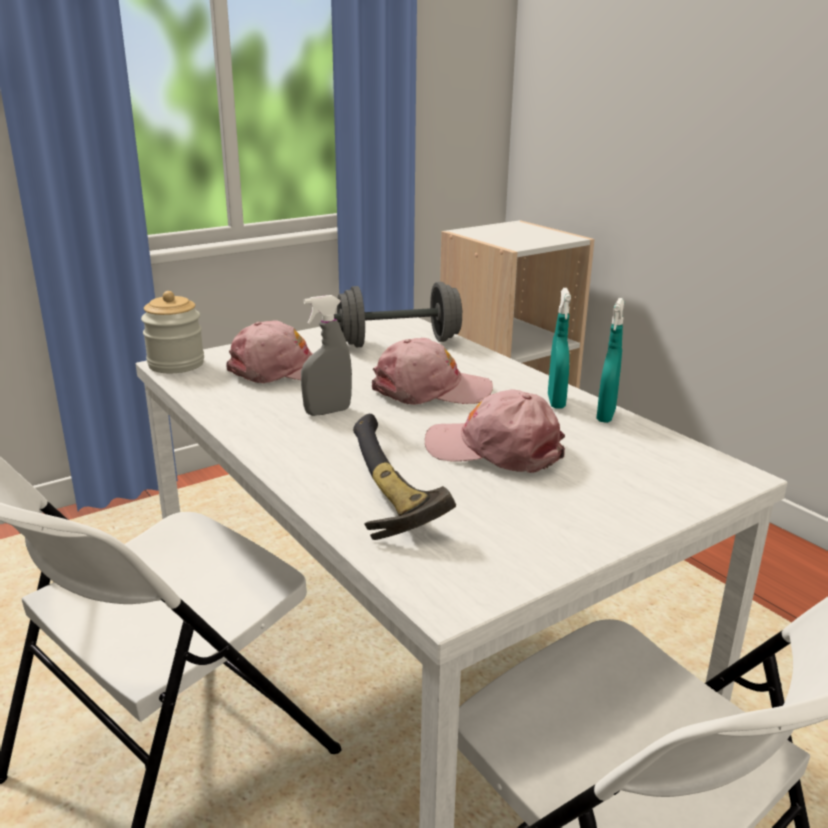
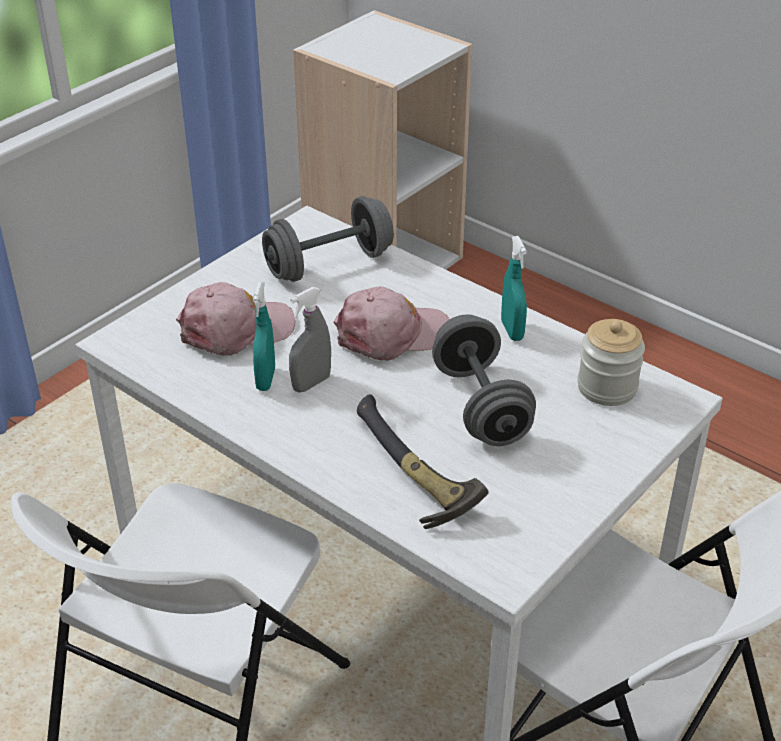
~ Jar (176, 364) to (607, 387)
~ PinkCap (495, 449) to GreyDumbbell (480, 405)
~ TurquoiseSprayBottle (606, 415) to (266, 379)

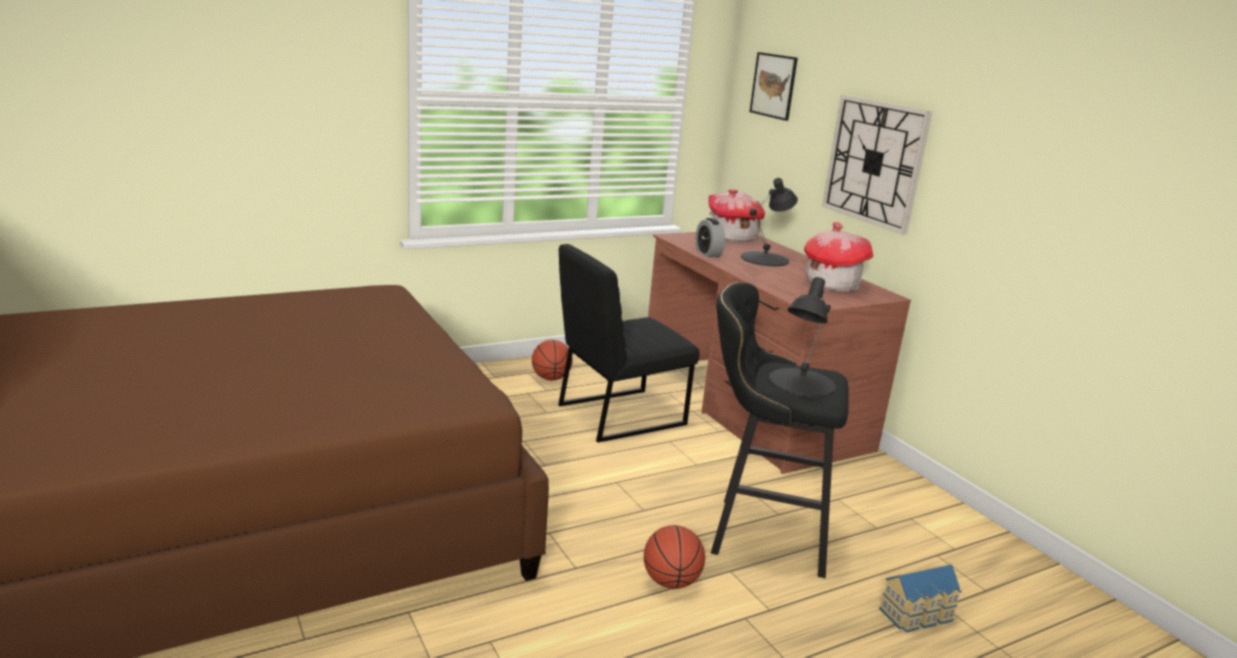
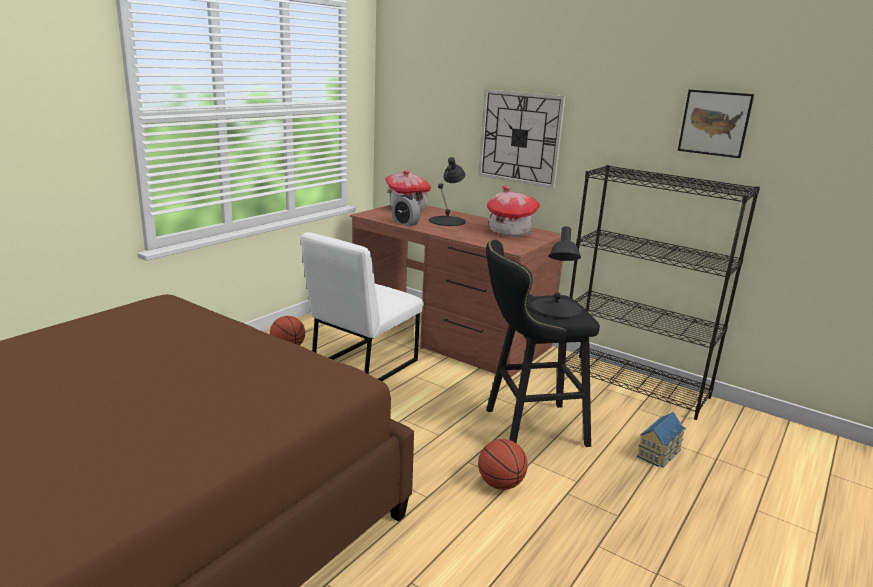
~ BlackChair (617, 415) to WhiteChair (362, 365)
~ Picture (773, 85) to (714, 123)
+ BlackBookcase (634, 385)

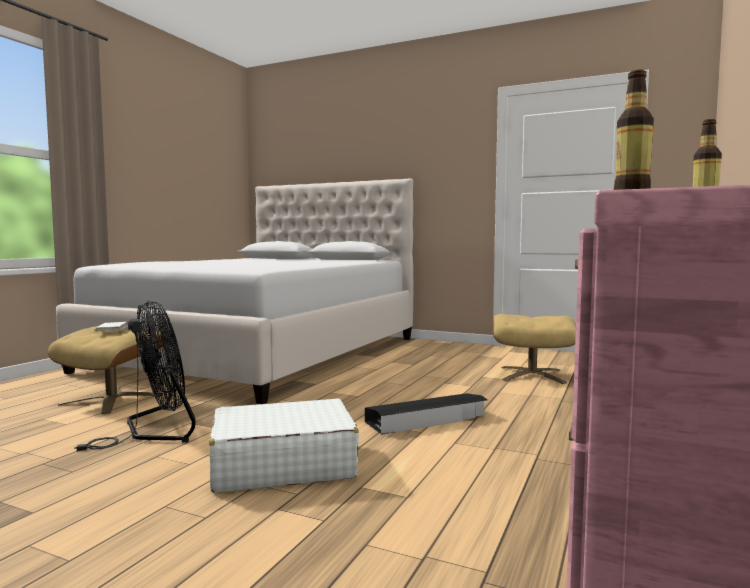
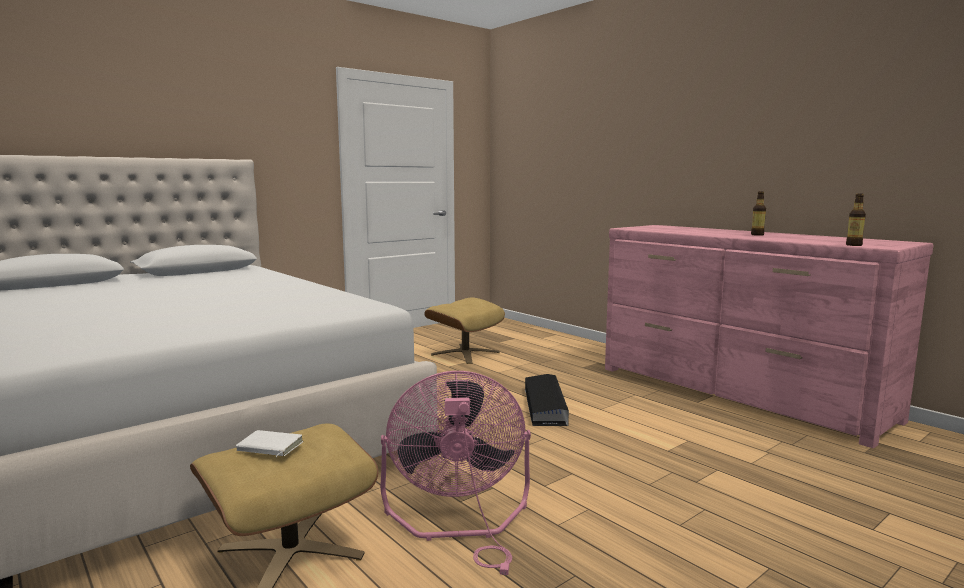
~ BlackFan (150, 429) to PinkFan (463, 525)
- WhiteSuitcase (282, 464)

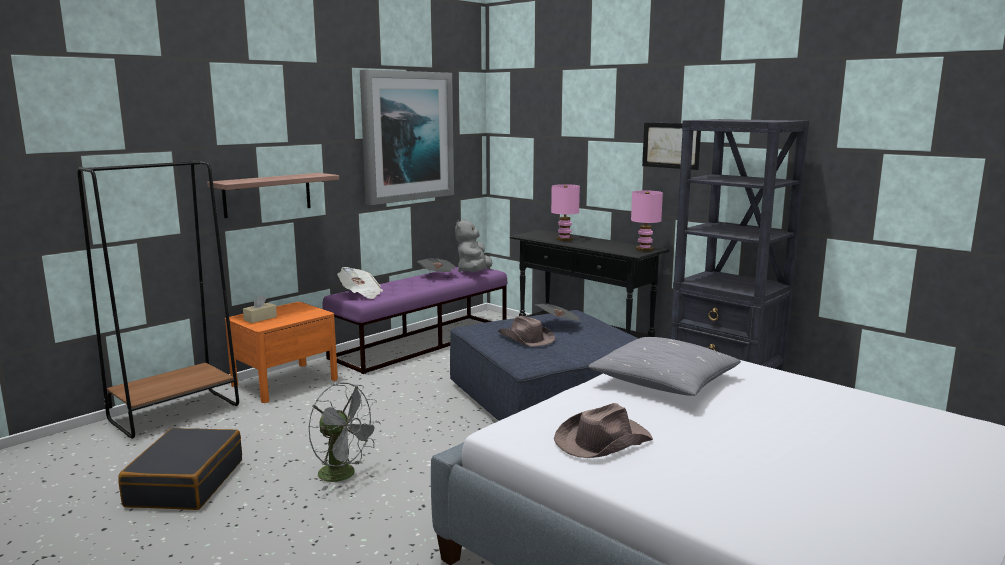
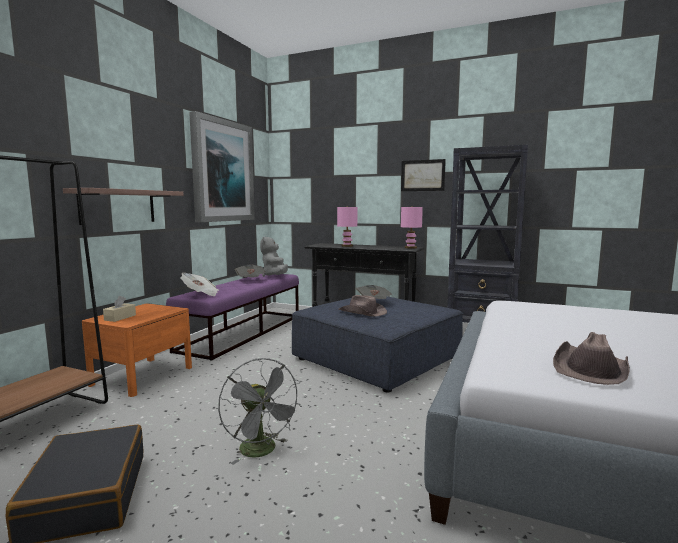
~ GreyFan (344, 475) = (262, 451) 45 degrees clockwise
- GreyPillow (664, 382)

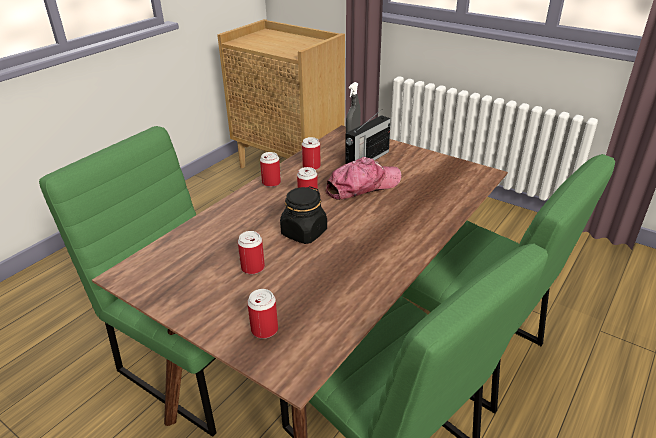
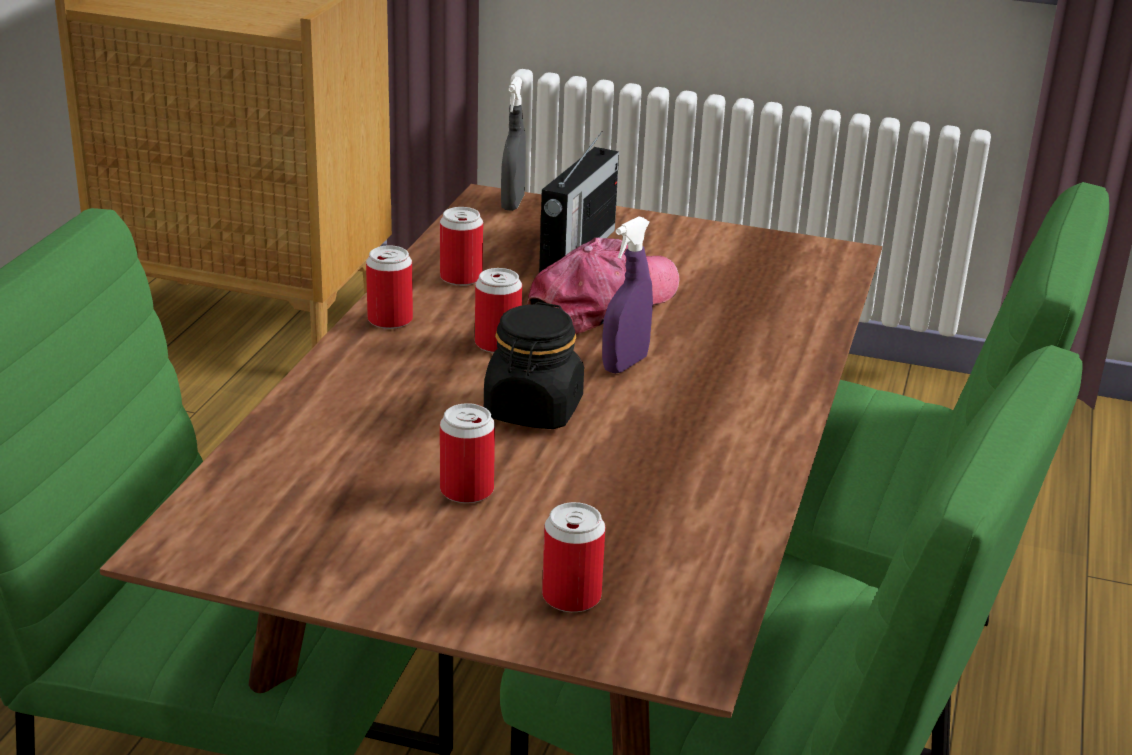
+ PurpleSprayBottle (625, 364)

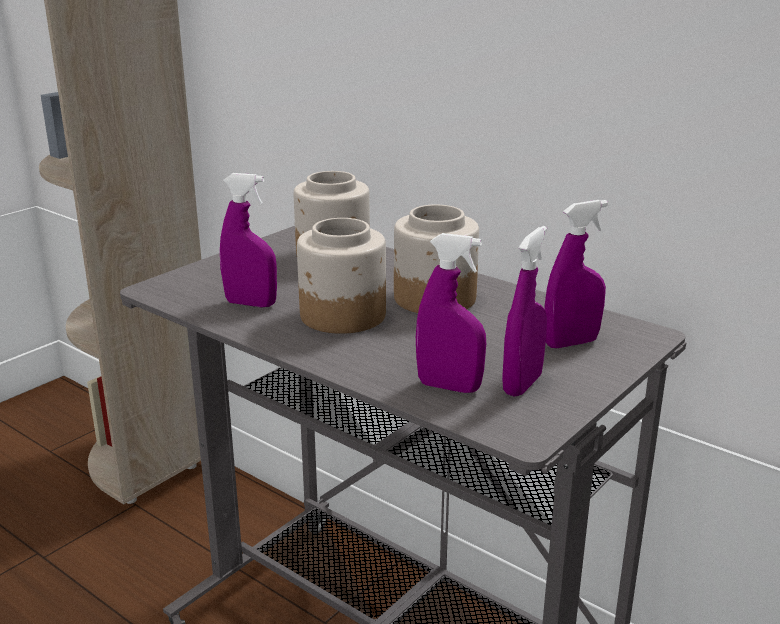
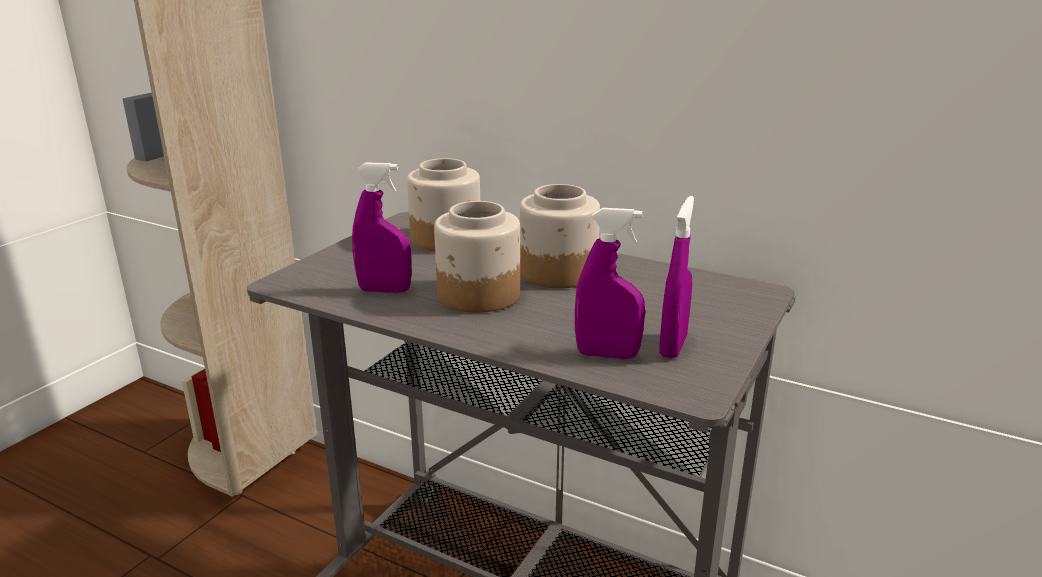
- PurpleSprayBottle (571, 343)

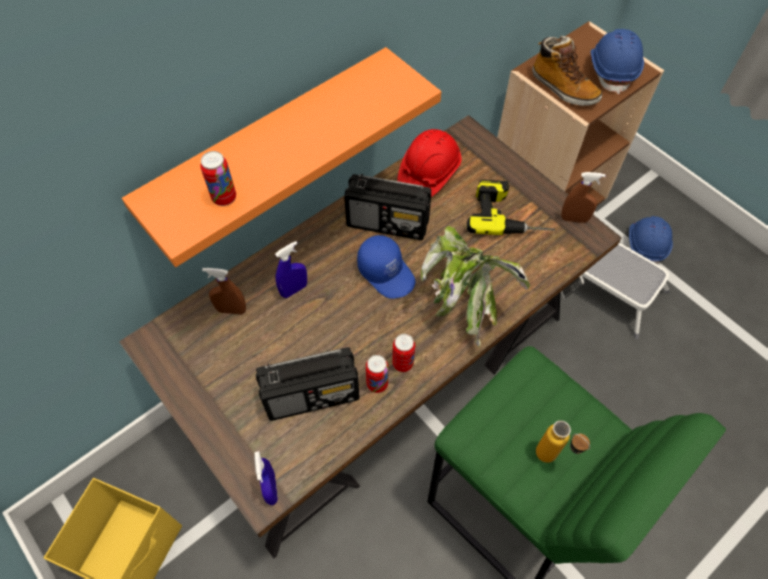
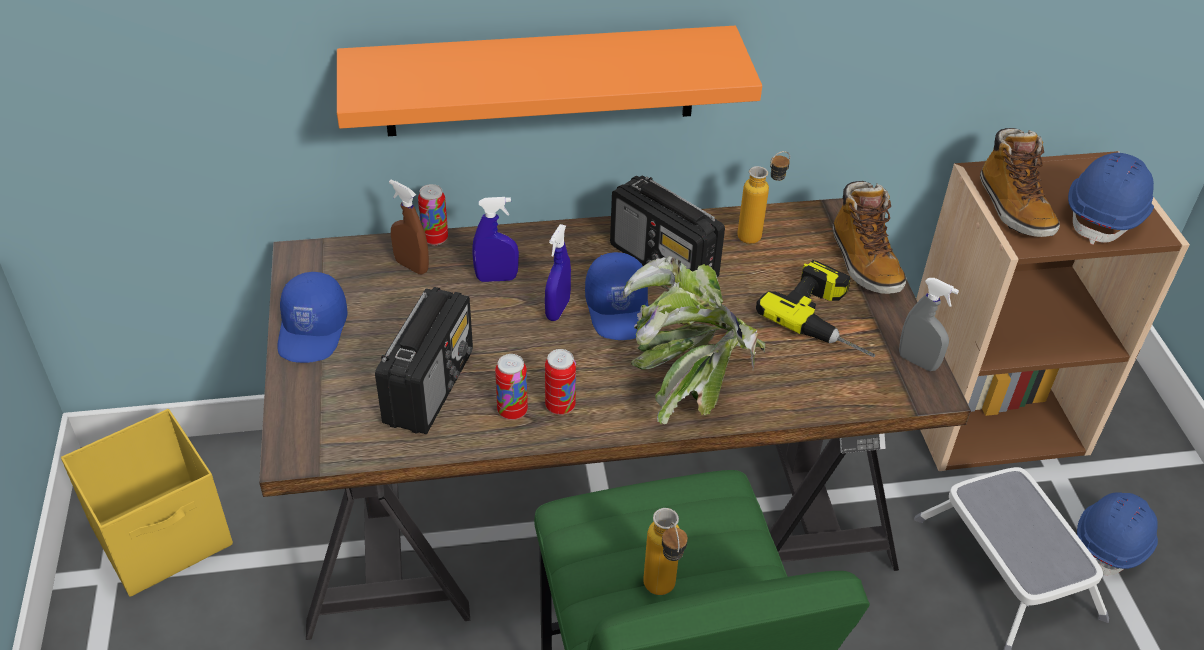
~ Can (224, 198) to (435, 239)
~ BlueSprayBottle (271, 488) to (557, 310)
~ Radio (313, 395) = (430, 386) 90 degrees counterclockwise
~ RedHardHat (428, 173) to Bottle (758, 234)
~ BrownSprayBottle (574, 219) to GreySprayBottle (917, 362)
+ BlueCap (314, 331)
+ Boot (864, 262)

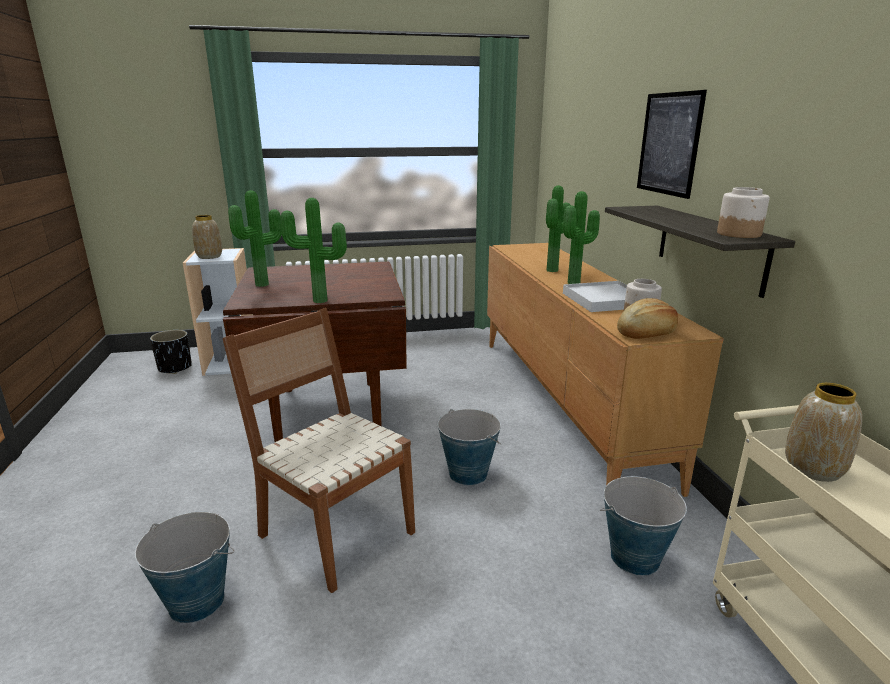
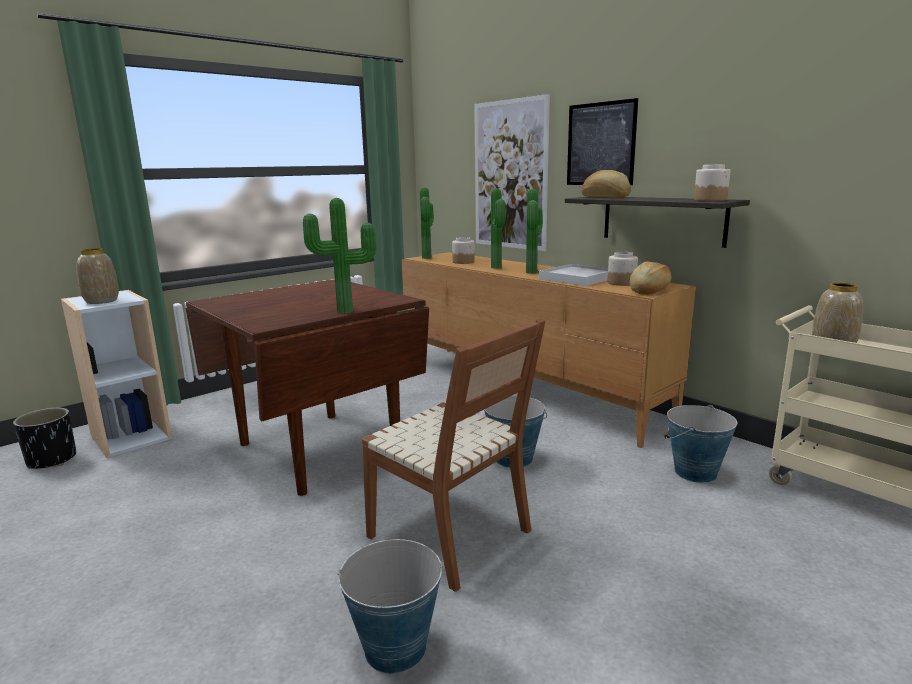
~ Chair (334, 530) = (453, 539) 150 degrees counterclockwise
~ PottedPlant (264, 285) to (428, 257)
+ Jar (463, 262)
+ Picture (510, 175)
+ Bread (605, 197)

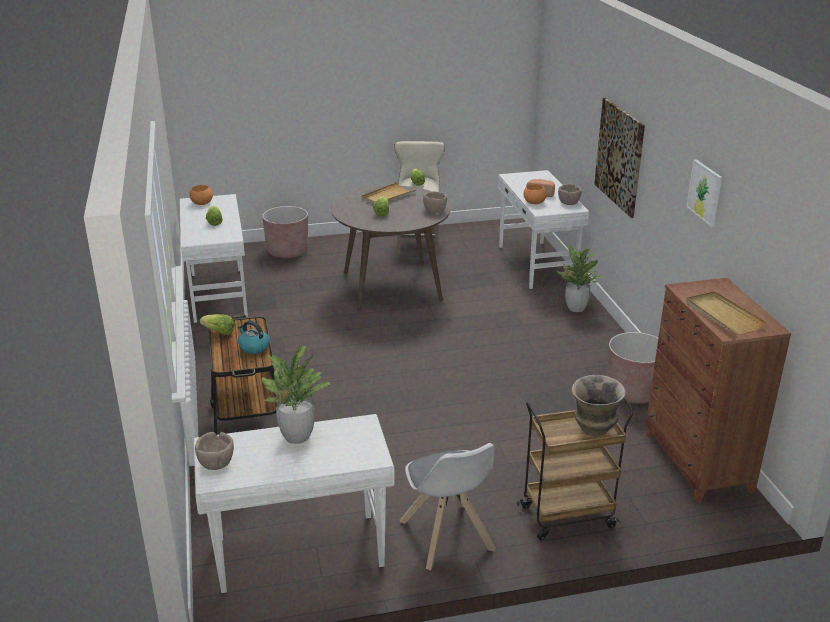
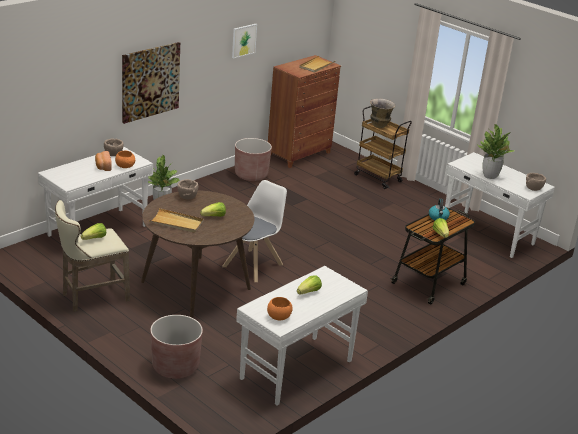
~ Chair (447, 537) to (254, 265)

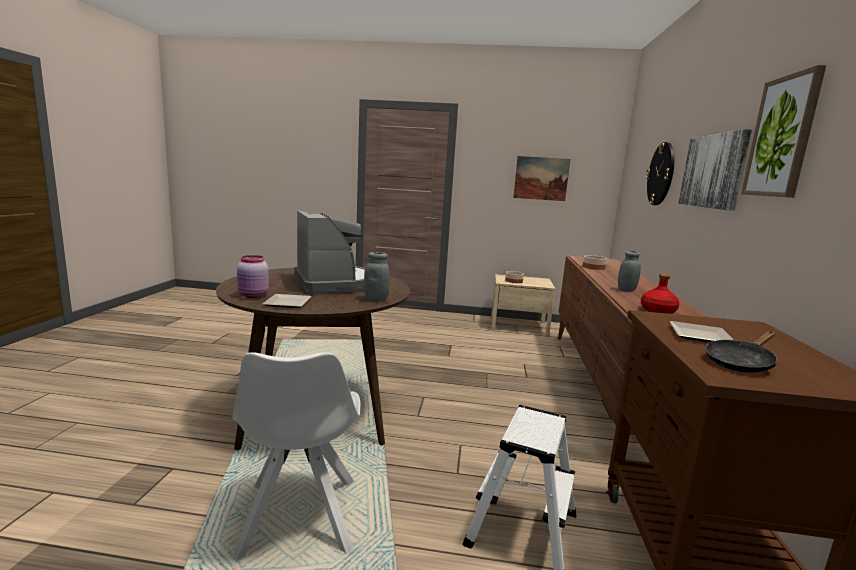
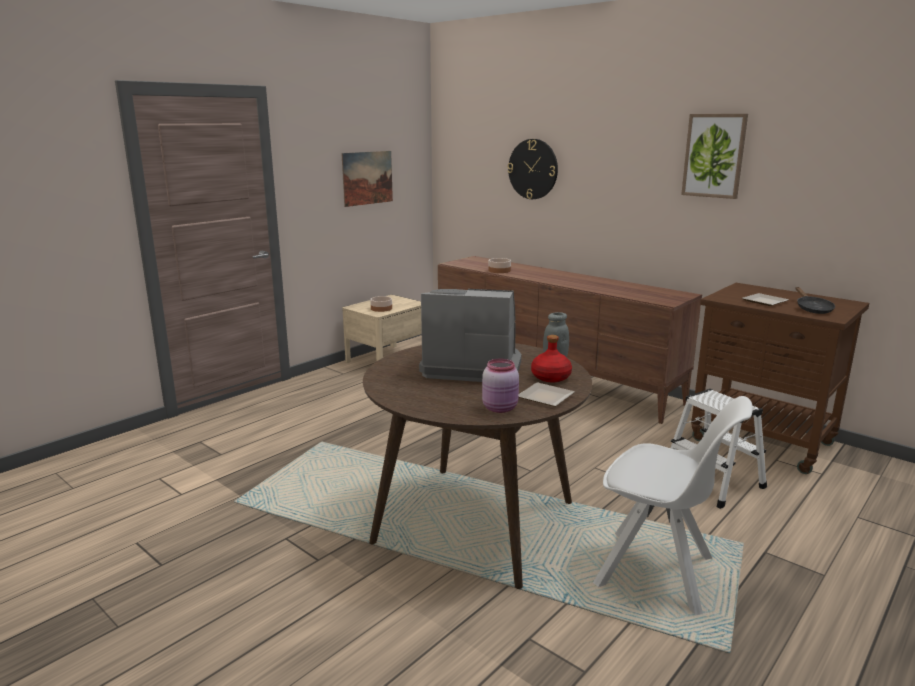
- GreyJar (626, 290)
~ RedBottle (657, 311) to (550, 377)
- Picture (714, 171)

